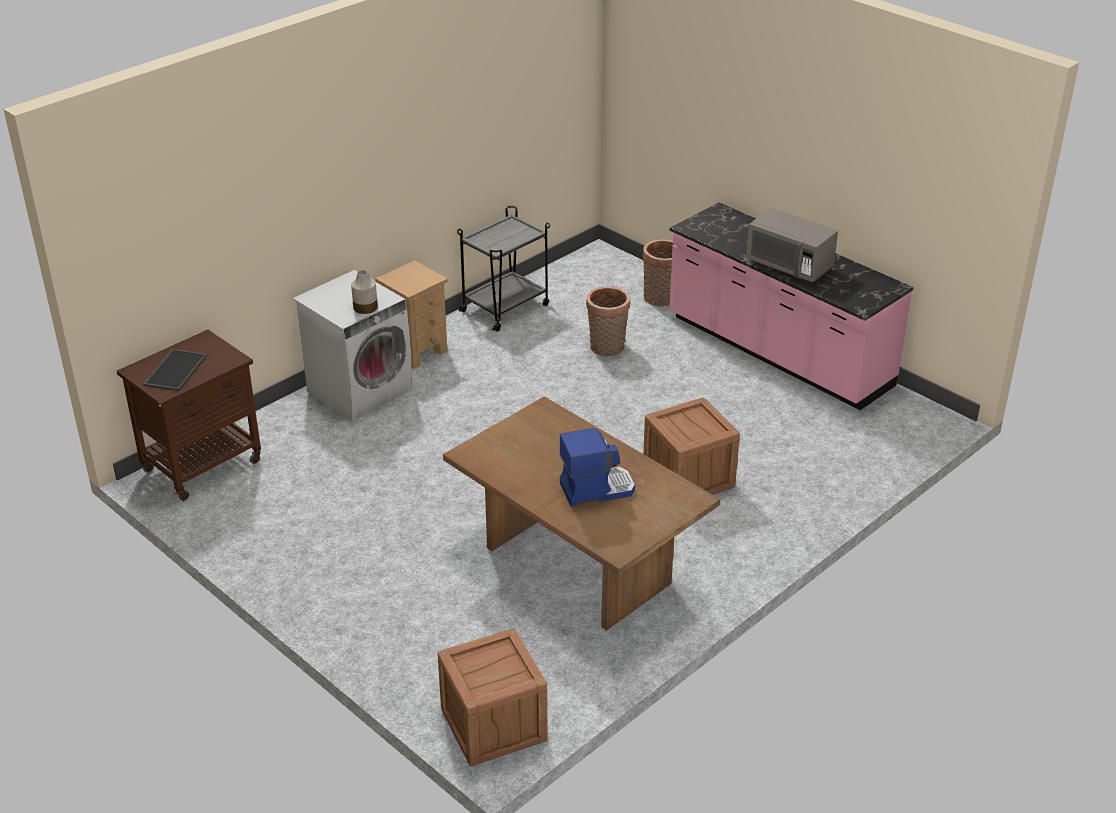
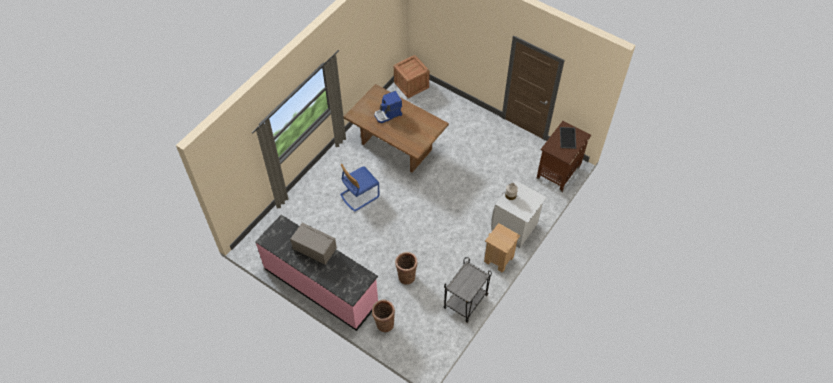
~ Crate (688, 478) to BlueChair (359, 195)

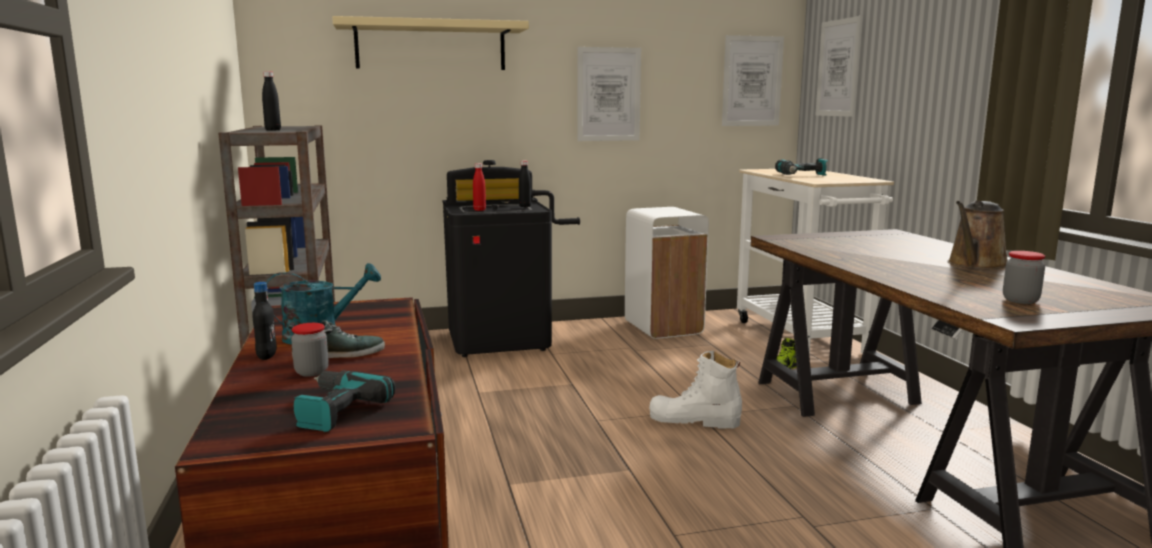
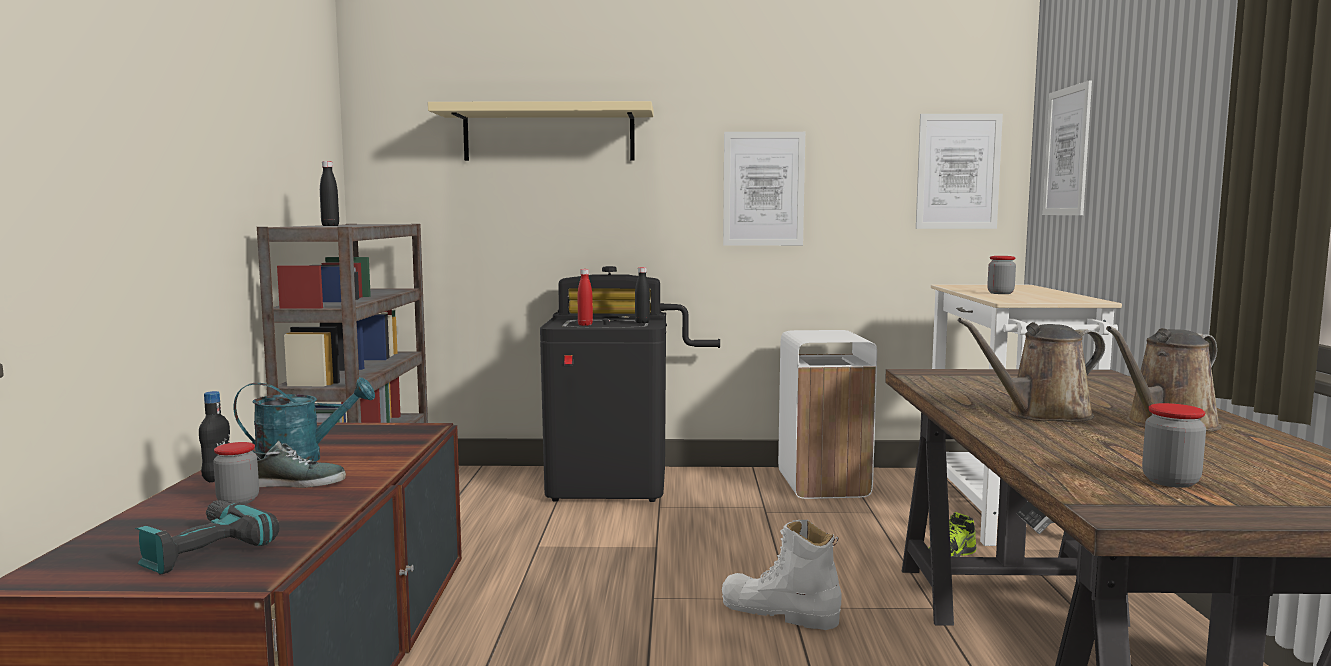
~ PowerDrill (802, 175) to Jar (1000, 293)
+ BrownWateringCan (1042, 415)

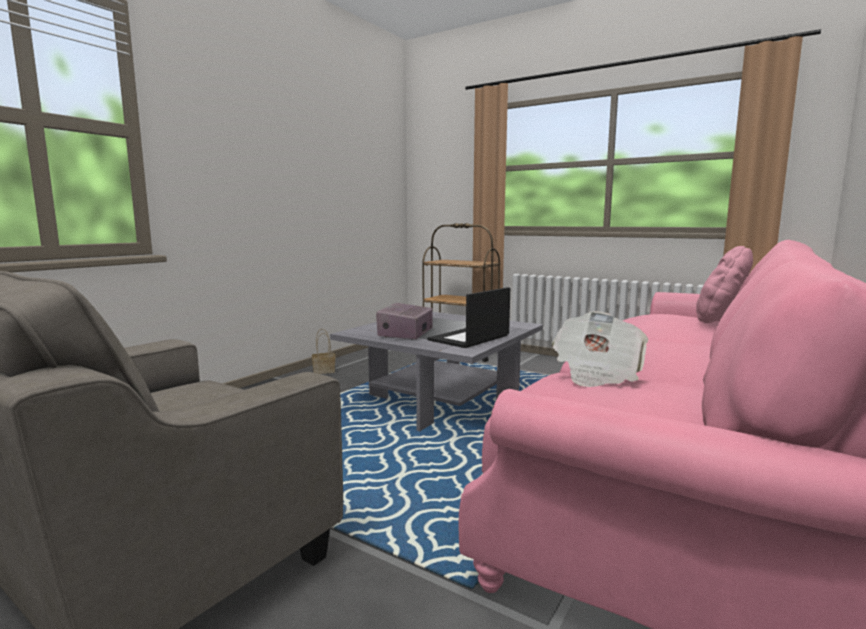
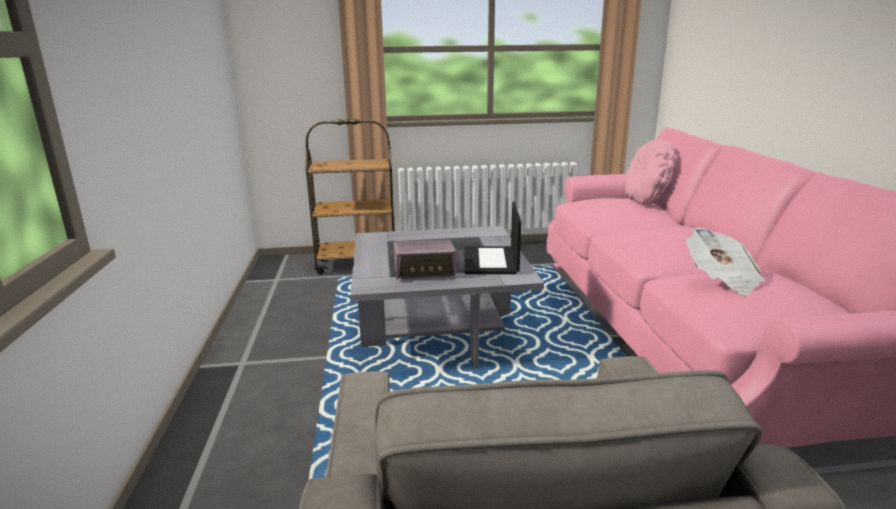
- Basket (324, 371)
~ Radio (405, 333) = (424, 271) 75 degrees counterclockwise

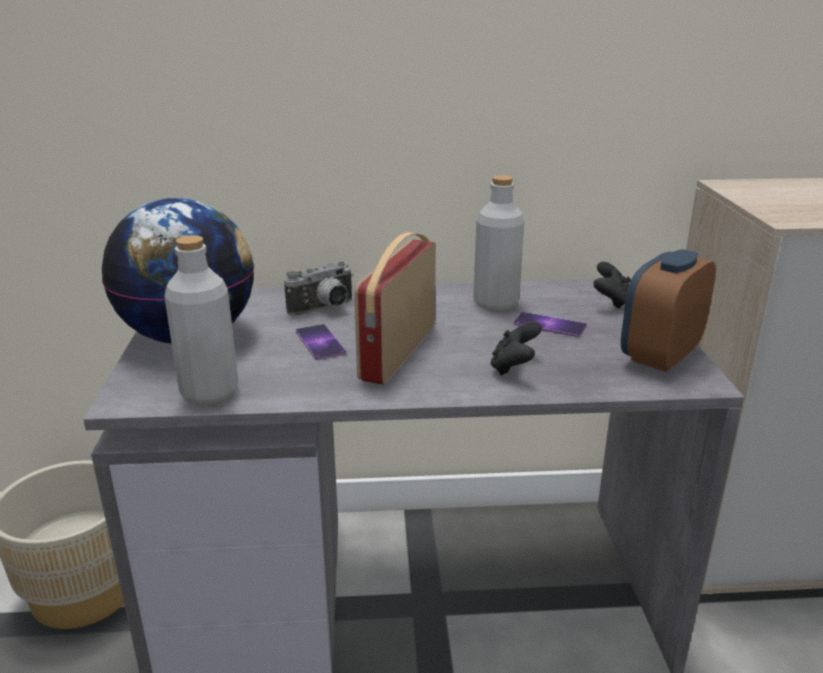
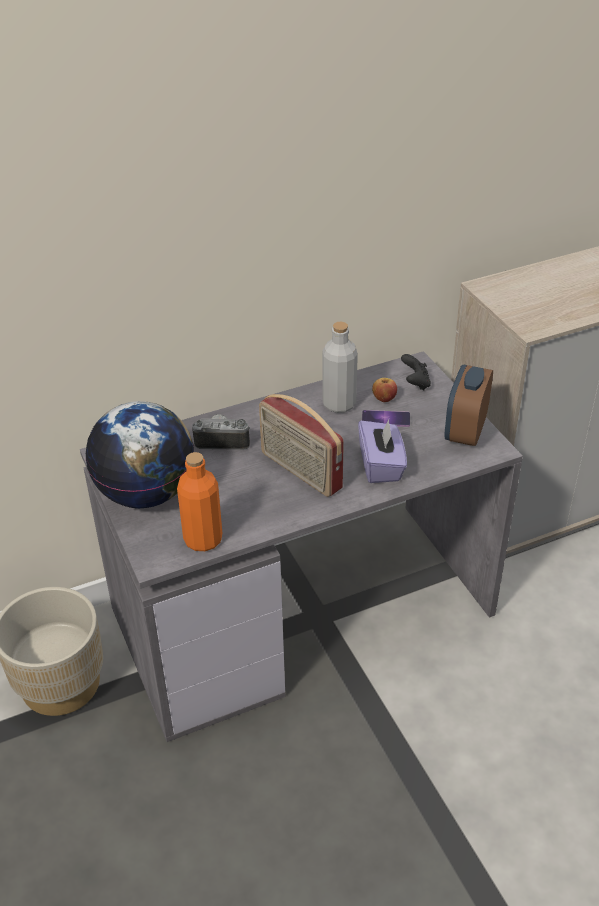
~ GreyBottle (209, 392) to OrangeBottle (203, 539)
~ PhotoCamera (325, 309) = (222, 441) 120 degrees counterclockwise
- Phone (320, 342)
~ Radio (396, 352) = (300, 471) 45 degrees counterclockwise
~ BlackGameController (514, 367) to PurpleTissueBox (381, 466)
+ Apple (384, 398)

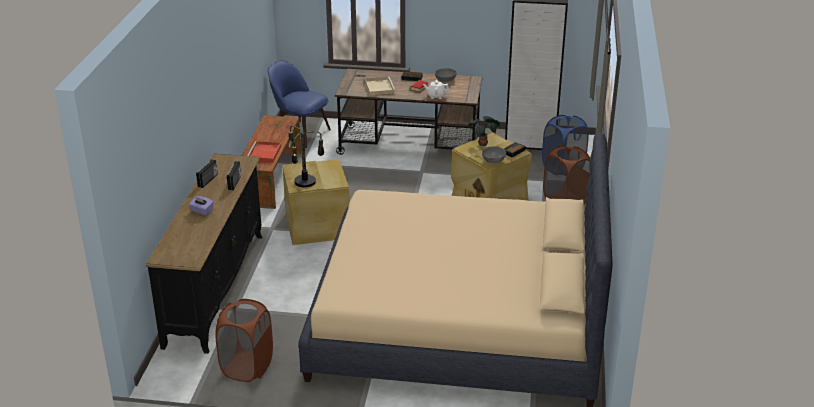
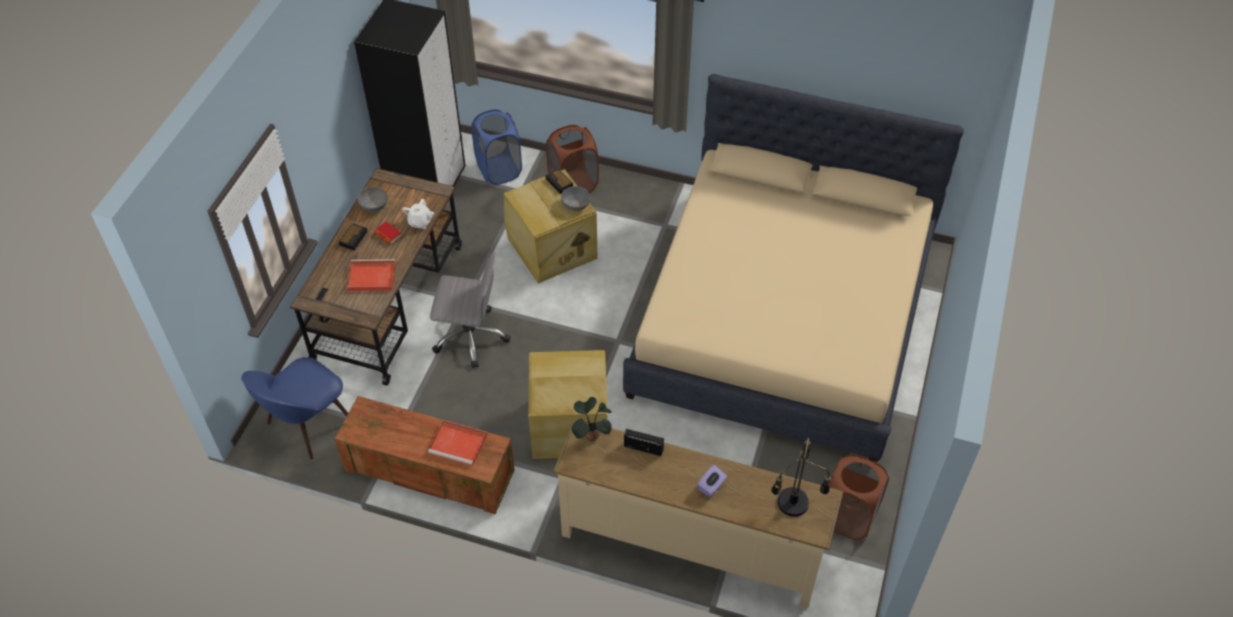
~ BlackDresser (216, 288) to BeigeDresser (690, 544)
- Radio (208, 180)
~ TableLamp (304, 182) to (793, 503)
~ BeigeTray (379, 87) to RedTray (371, 277)
~ PottedPlant (483, 144) to (591, 435)
+ GreyOfficeChair (471, 336)

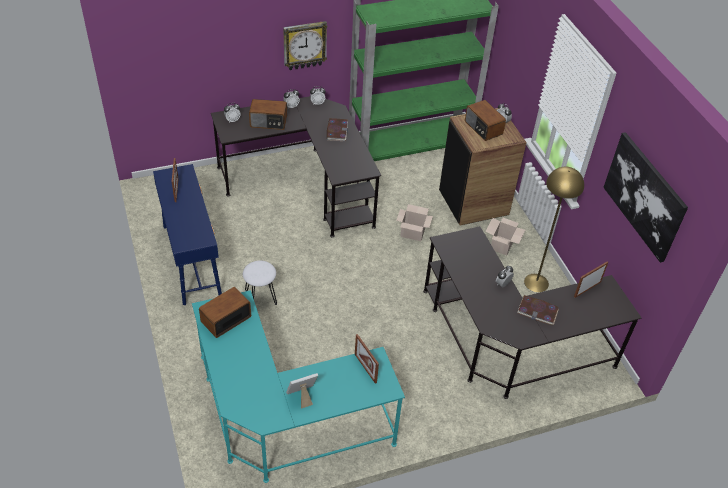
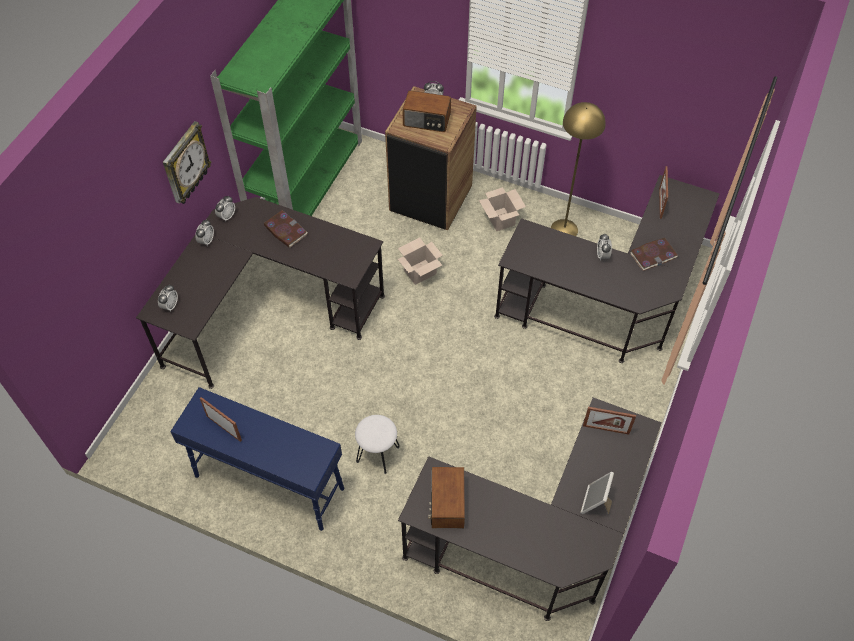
~ TurquoiseDesk (282, 418) to BlackDesk (537, 538)
- Radio (268, 122)
- Picture (644, 196)

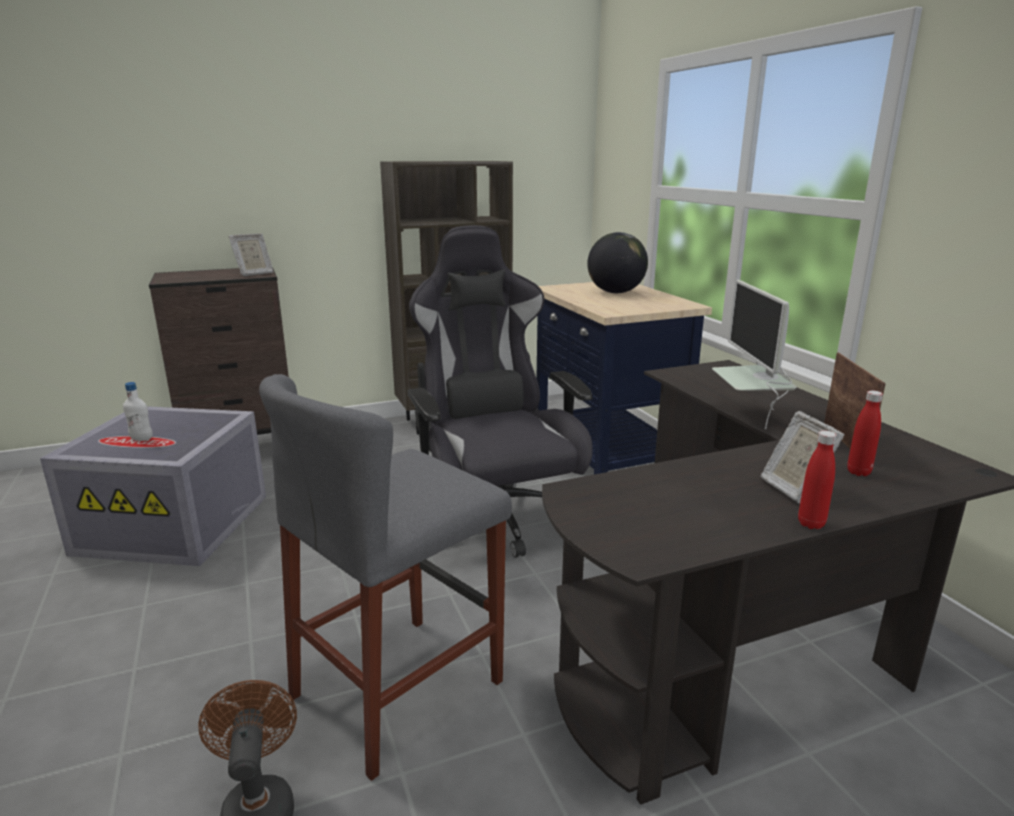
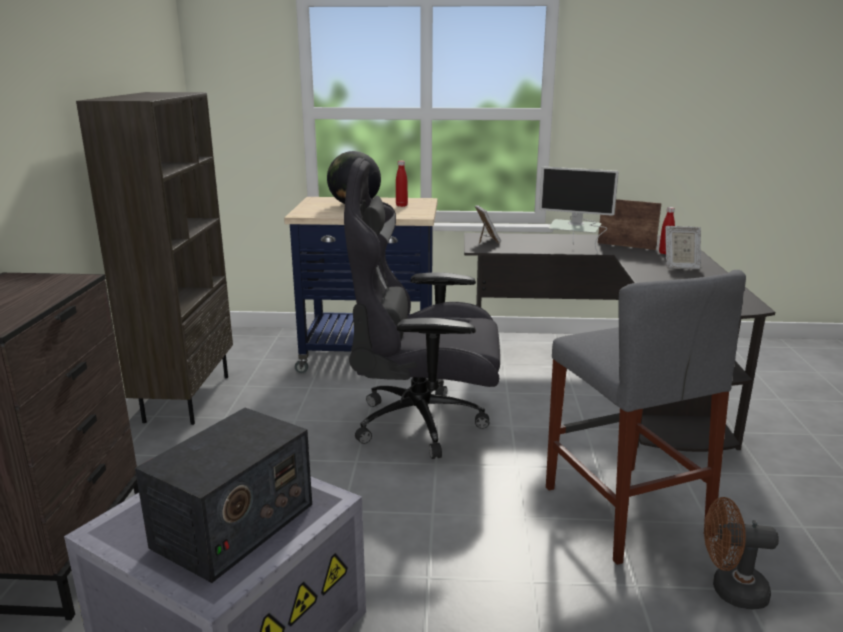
~ WhiteBottle (141, 439) to Radio (233, 526)
~ PictureFrame (253, 274) to (487, 241)
~ RedBottle (811, 524) to (401, 205)

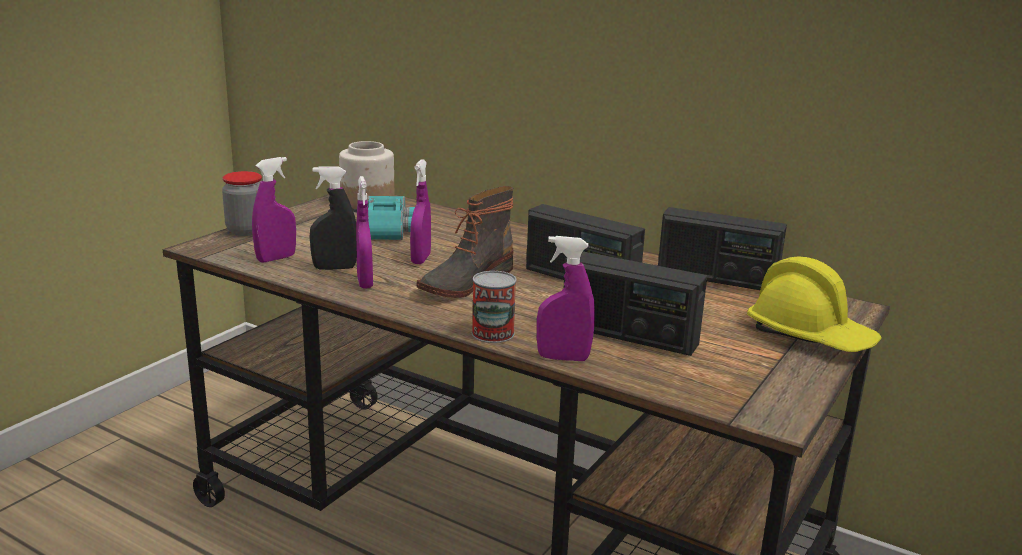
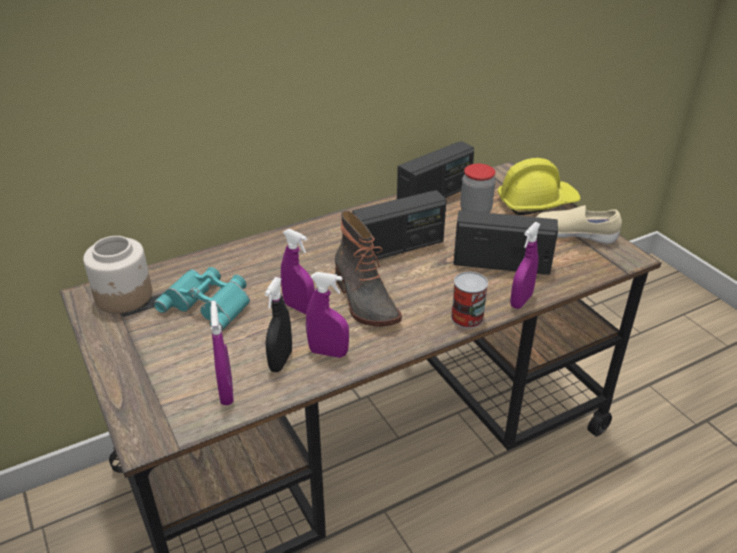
~ Jar (246, 231) to (475, 211)
~ Radio (628, 335) = (501, 263) 135 degrees counterclockwise
+ BeigeShoe (575, 235)

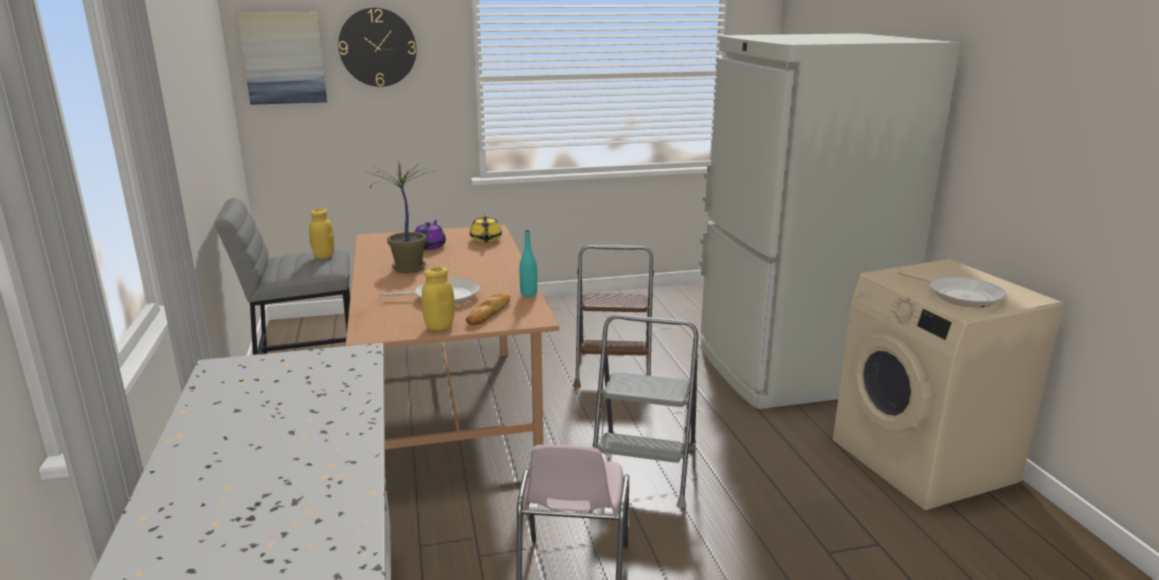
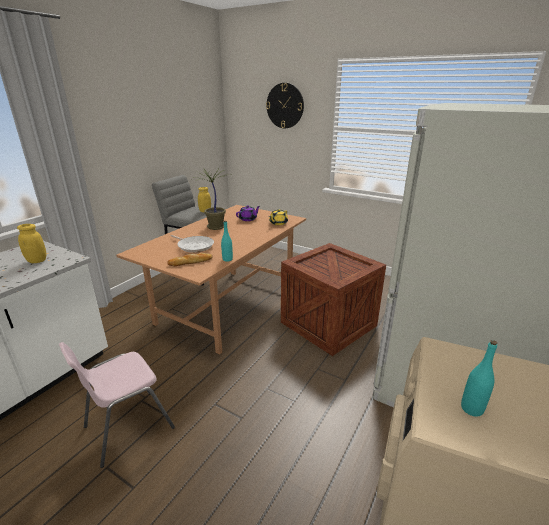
- Picture (284, 58)
~ YellowJar (439, 326) to (37, 261)
~ BrownStepLadder (614, 367) to Crate (330, 324)
- GreyStepLadder (645, 467)
~ FryingPan (960, 296) to TurquoiseBottle (471, 409)

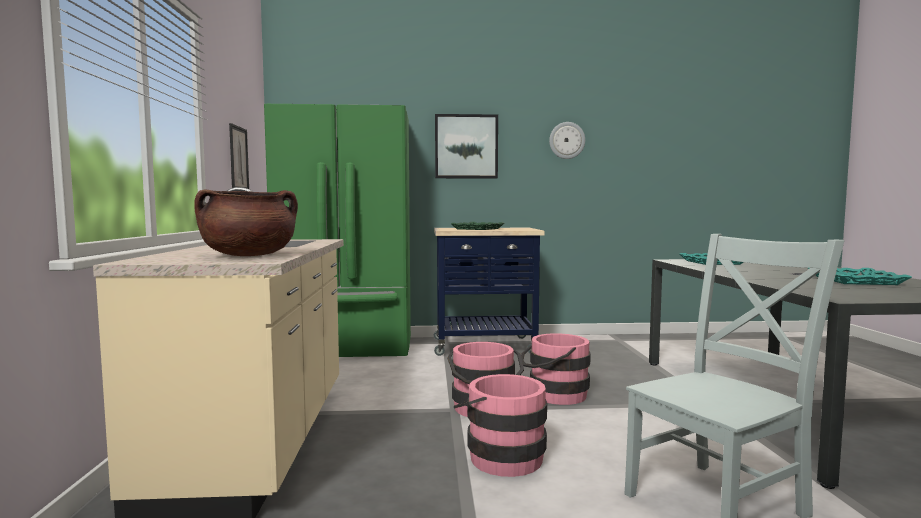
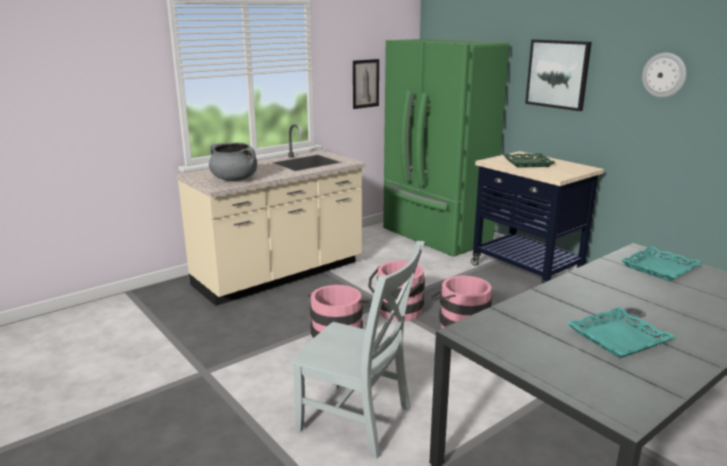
~ BrownCookingPot (249, 255) to GreyCookingPot (235, 179)

